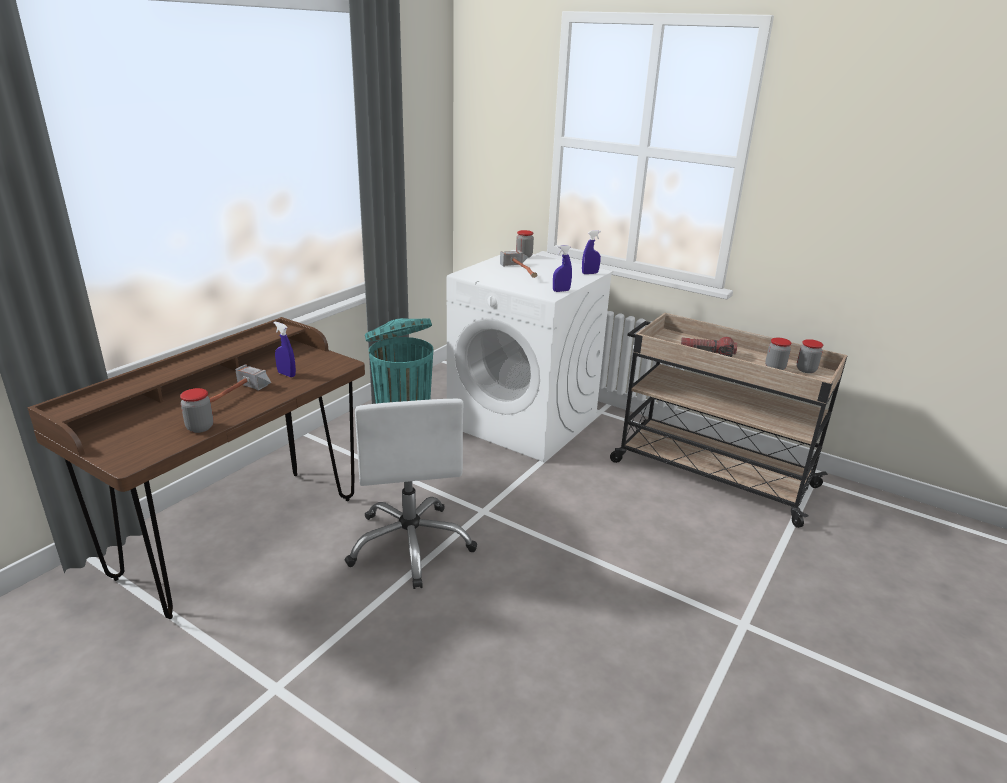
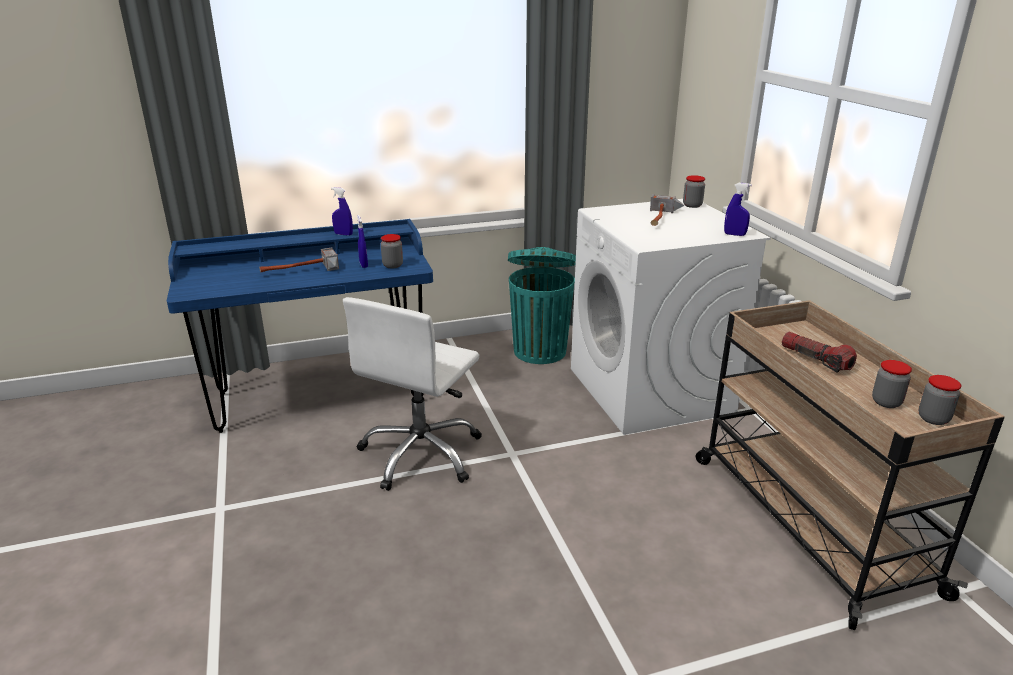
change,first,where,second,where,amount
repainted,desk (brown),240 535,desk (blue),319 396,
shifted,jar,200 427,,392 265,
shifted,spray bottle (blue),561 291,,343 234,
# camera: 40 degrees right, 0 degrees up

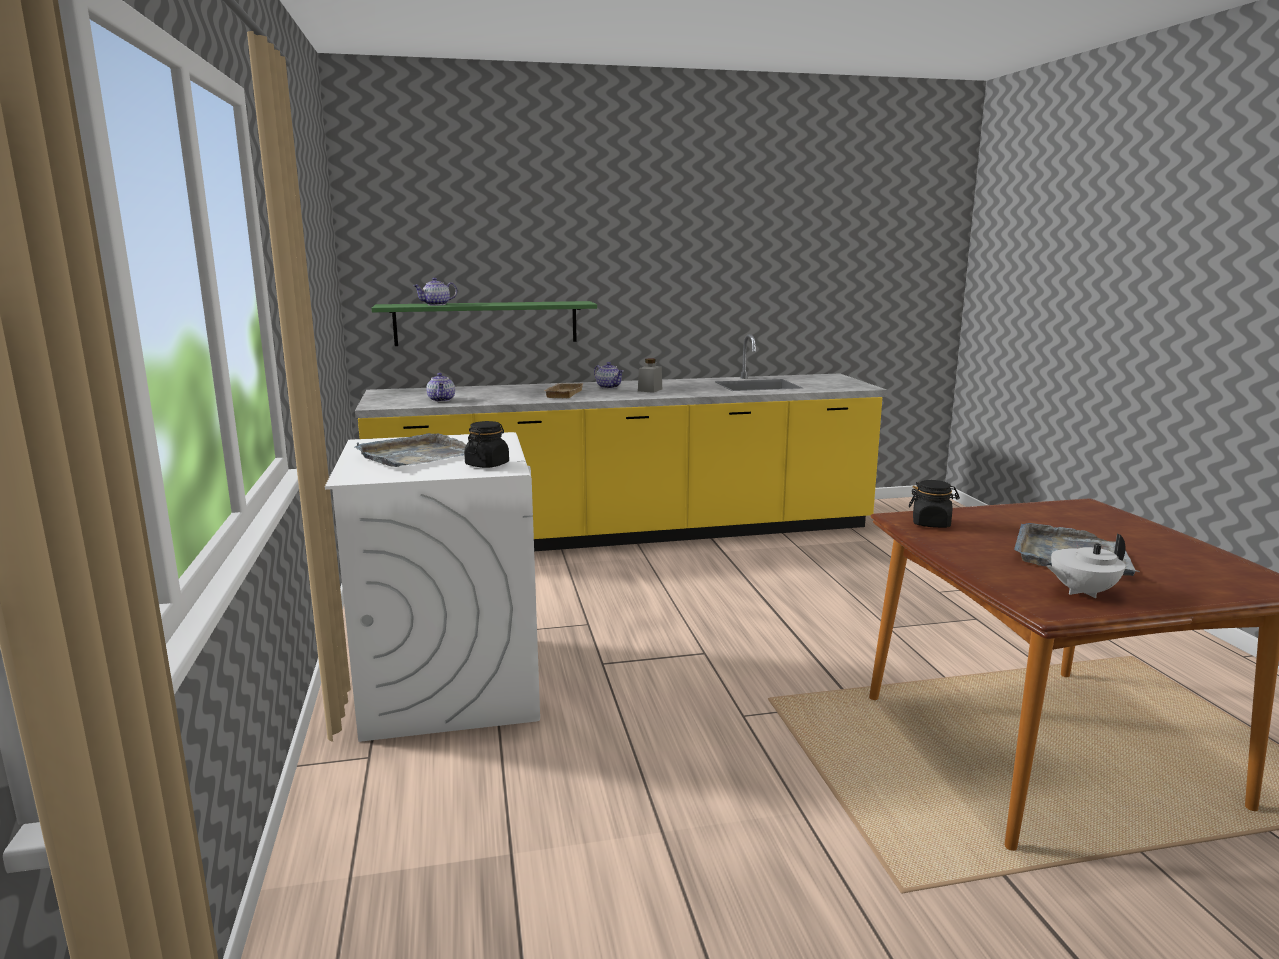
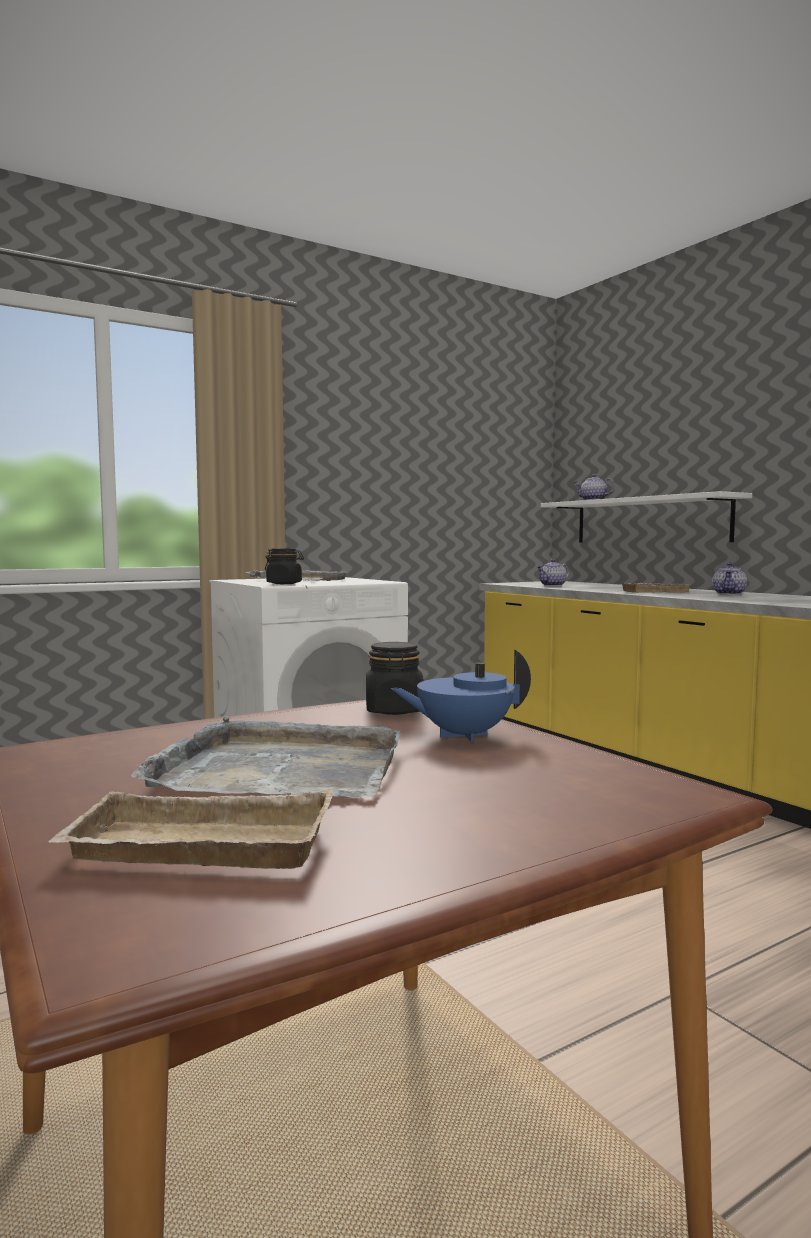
change,first,where,second,where,amount
repainted,shelf (green),486 323,shelf (white),649 520,
gone,jar (grey),650 390,,,
gone,teapot (white),1081 592,,,
new,,,tray (beige),196 849,
new,,,teapot (blue),463 735,
# camera: 70 degrees right, 10 degrees down

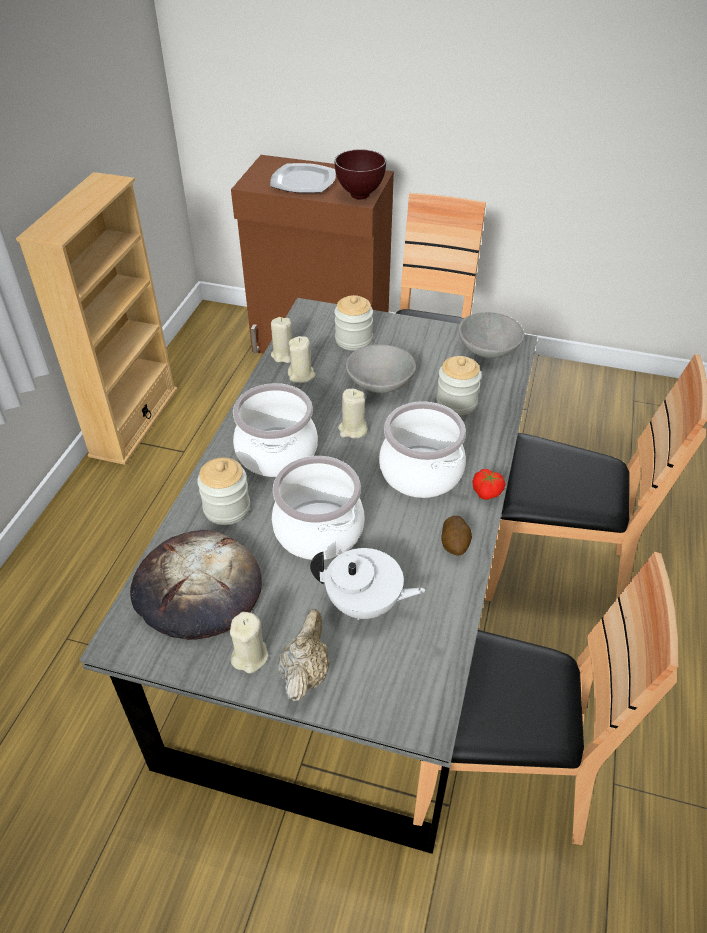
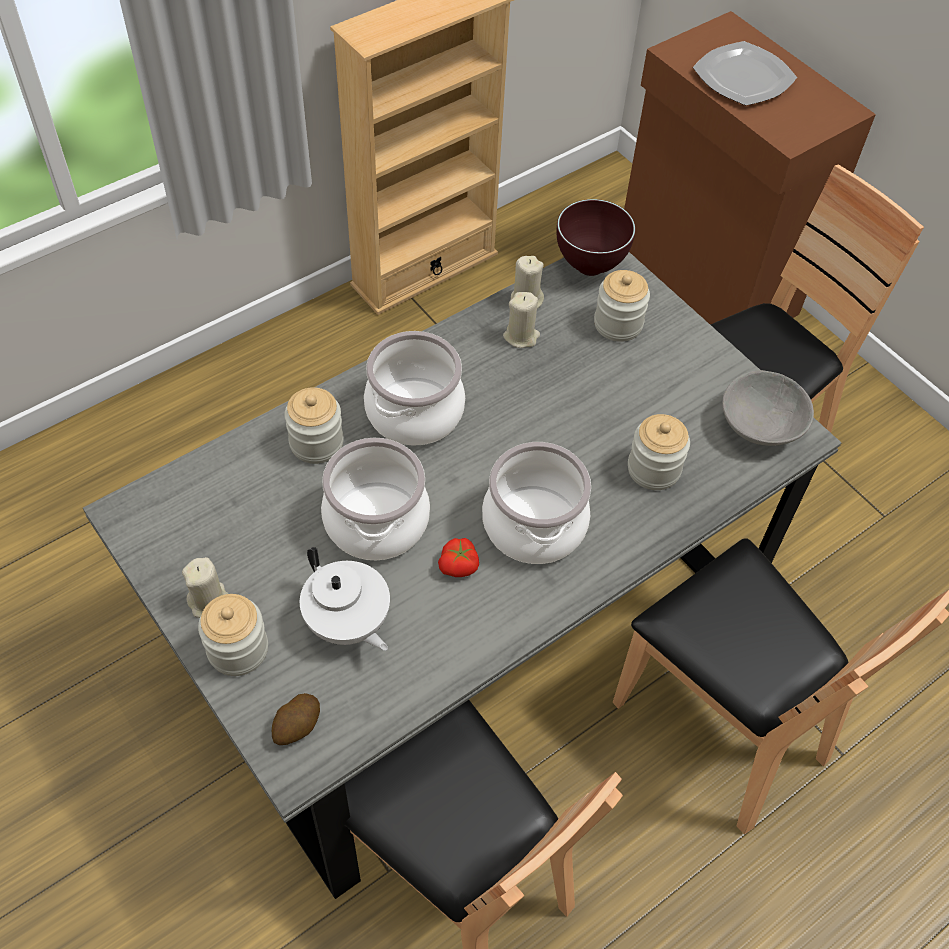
change,first,where,second,where,amount
gone,bread,197 589,,,
swapped,teapot (beige),305 673,jar,238 649,
shifted,bowl (brown),360 196,,589 268,
gone,candle (beige),353 429,,,
gone,bowl (grey),380 383,,,
shifted,potato,455 544,,297 726,
shifted,tomato,487 491,,459 566,
# camera: 35 degrees right, 10 degrees up

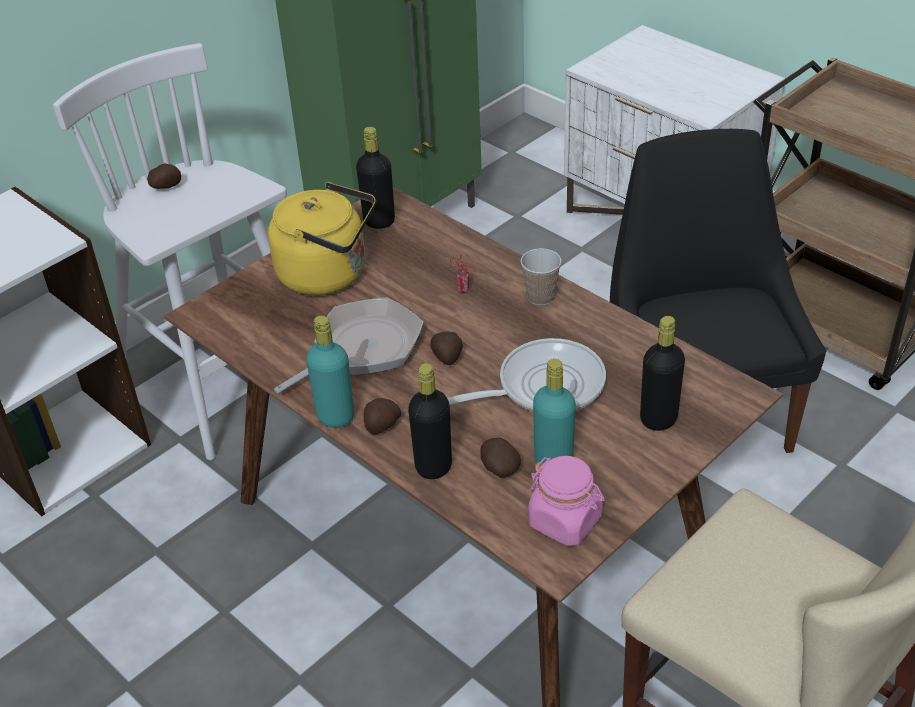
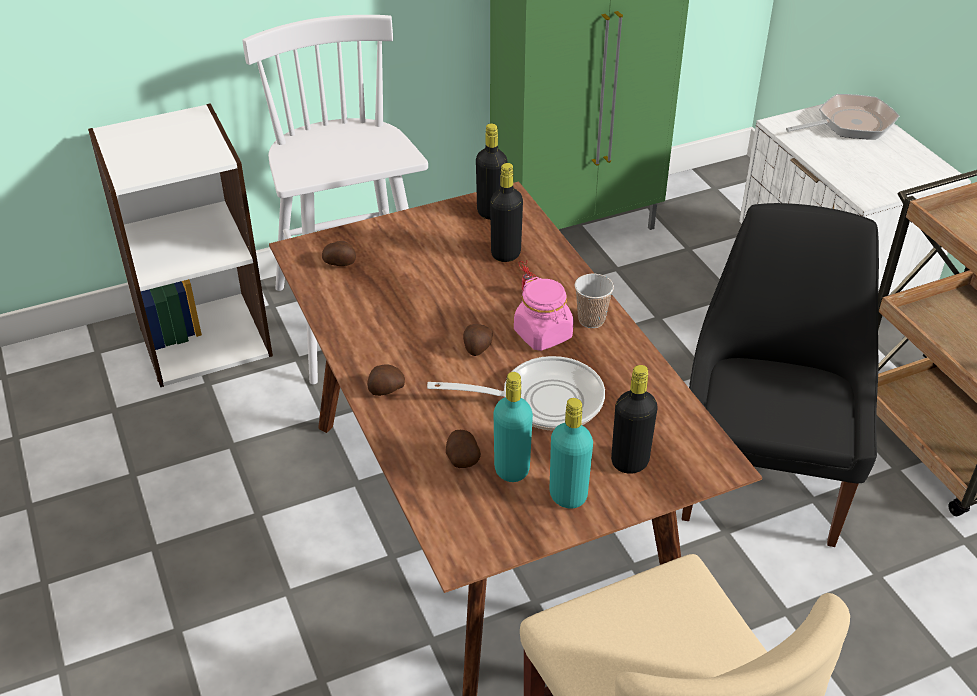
change,first,where,second,where,amount
shifted,potato,166 186,,340 263,
gone,kettle (yellow),328 274,,,
shifted,frying pan,362 349,,850 124,
shifted,bottle (turquoise),335 416,,568 496,
shifted,bottle (black),433 466,,506 254,
shifted,jar (pink),565 521,,543 334,
# camera: 20 degrees right, 0 degrees up

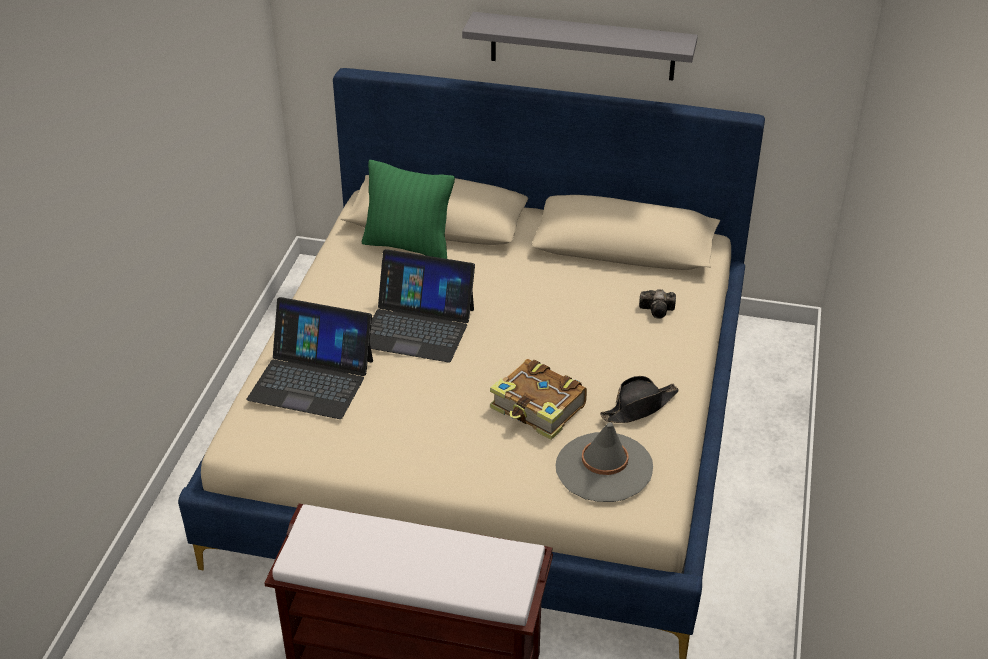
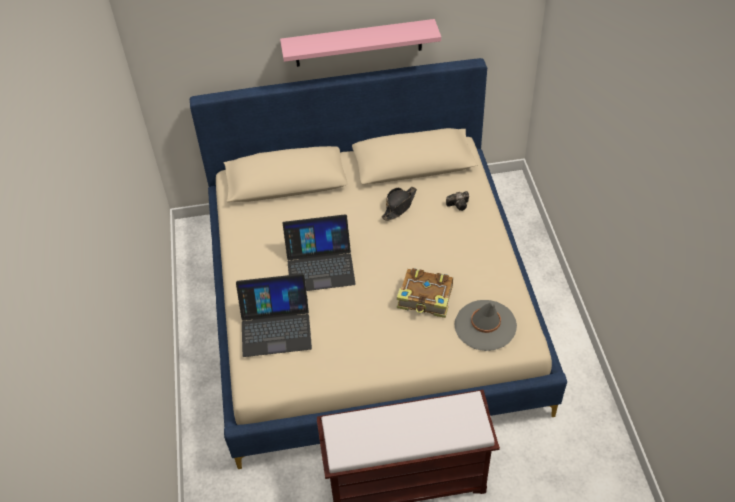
change,first,where,second,where,amount
gone,pillow (green),408 246,,,
repainted,shelf (grey),582 46,shelf (pink),358 43,
shifted,hat (black),639 407,,399 206,
# camera: 20 degrees left, 10 degrees up

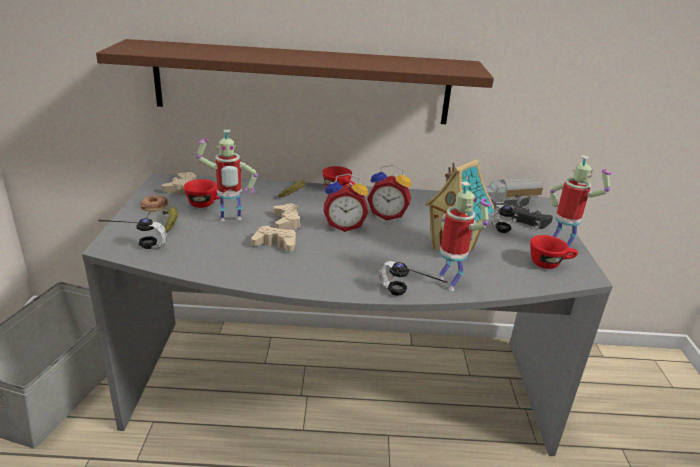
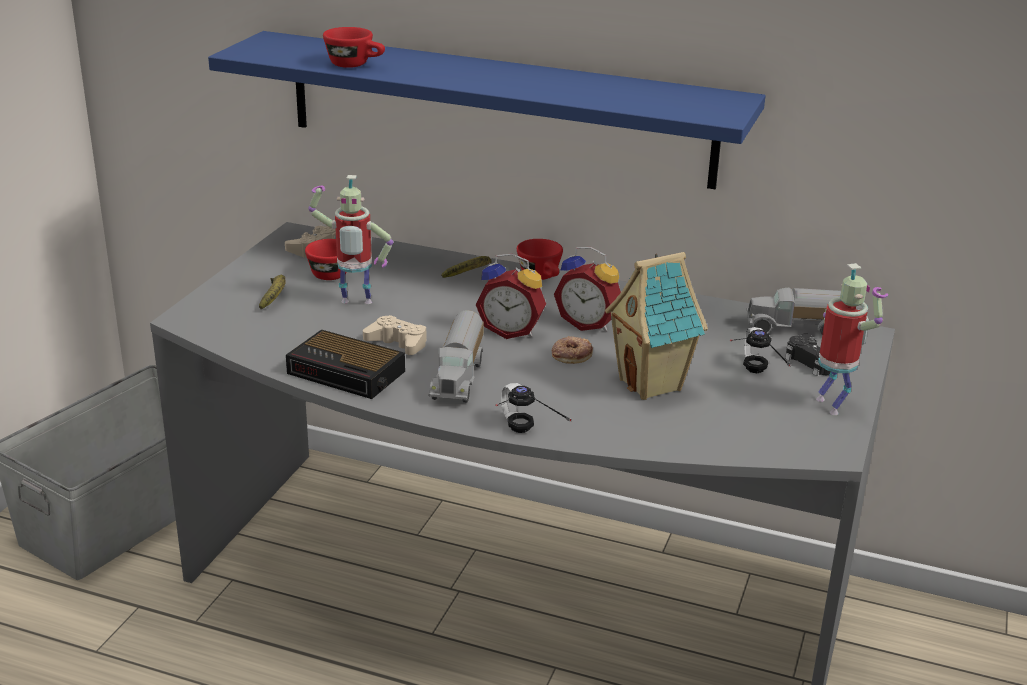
change,first,where,second,where,amount
repainted,shelf (brown),302 83,shelf (blue),498 108,
gone,headphones,140 242,,,
shifted,donut,154 206,,571 354,
gone,game controller (beige),287 222,,,
gone,toy robot,449 283,,,
shifted,cup (red),549 263,,356 65,
new,,,alarm clock,348 373,
new,,,toy truck,460 378,
# camera: 20 degrees right, 0 degrees up

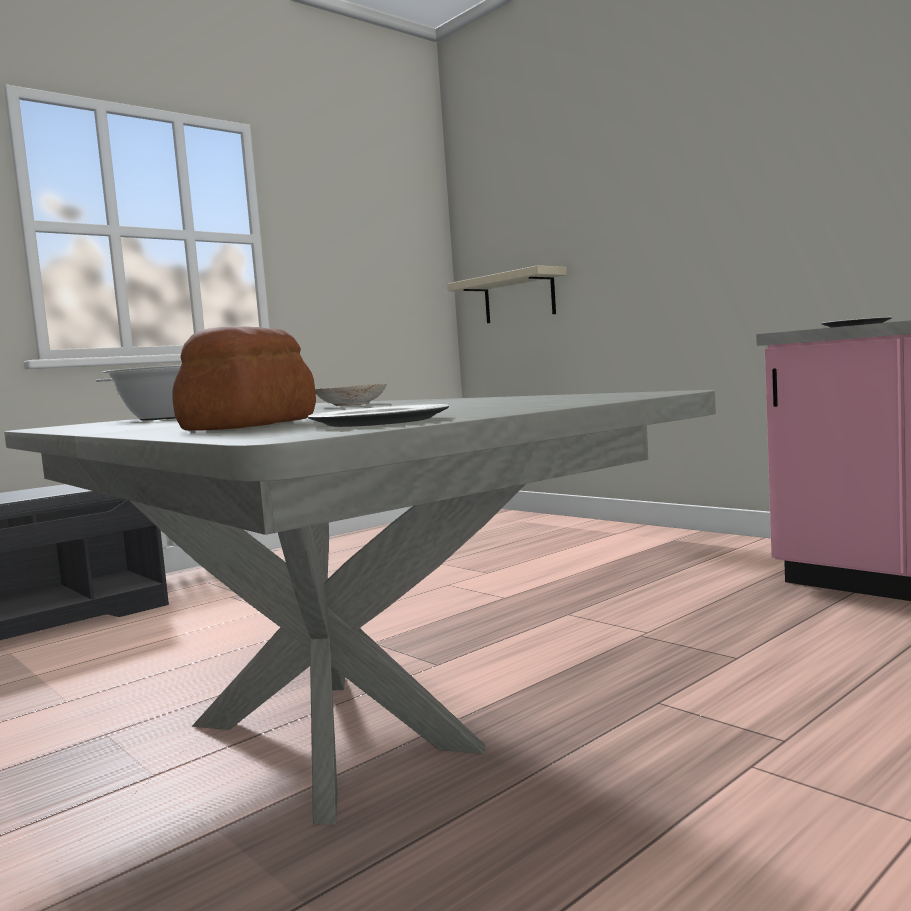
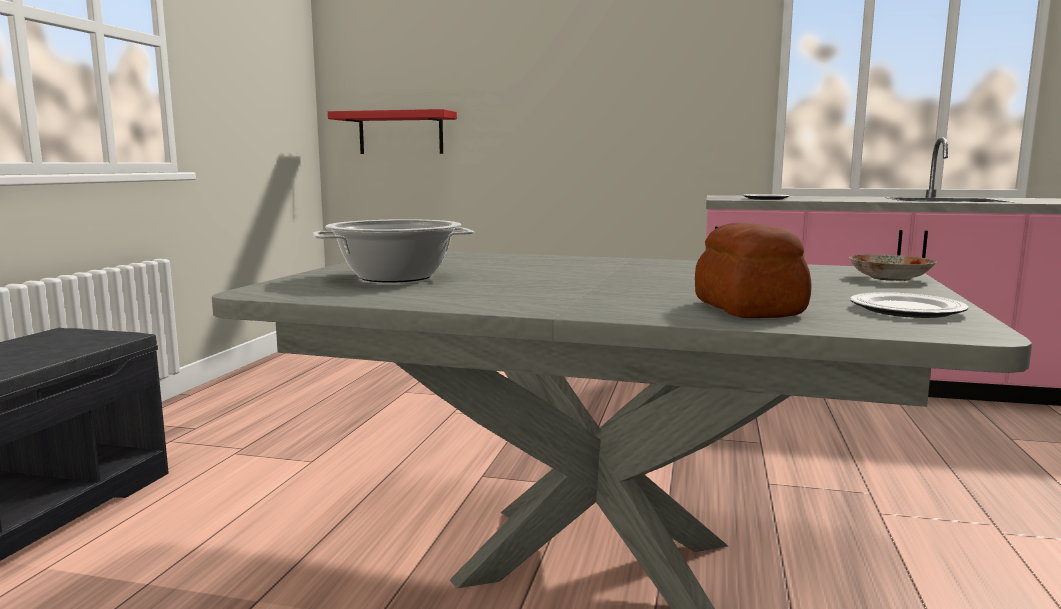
change,first,where,second,where,amount
shifted,plate,350 405,,888 278,
repainted,shelf (beige),519 297,shelf (red),401 133,
# camera: 35 degrees left, 5 degrees up

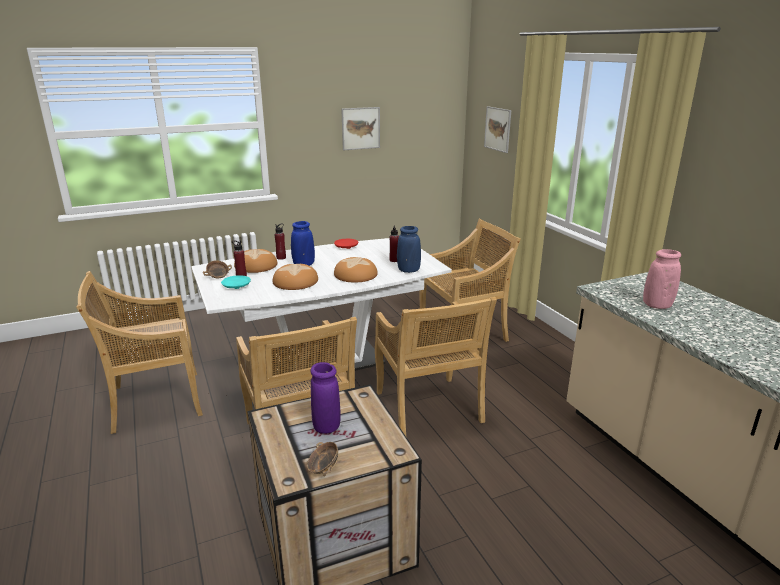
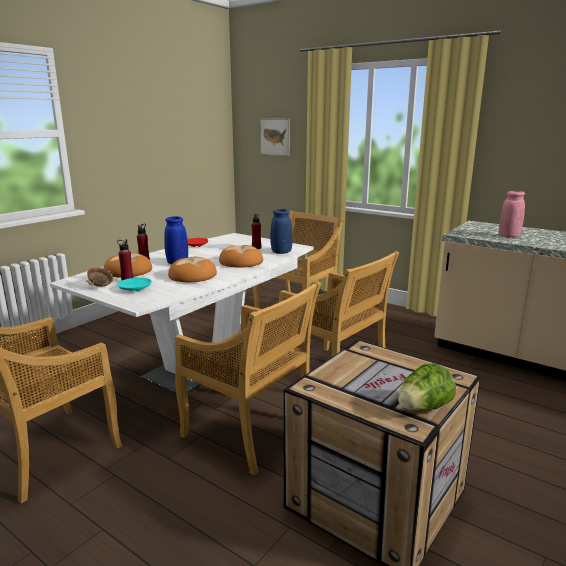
change,first,where,second,where,amount
swapped,bowl,323 469,lettuce,423 408,
gone,vase (purple),326 426,,,
gone,picture,360 128,,,
# camera: 30 degrees left, 5 degrees down

